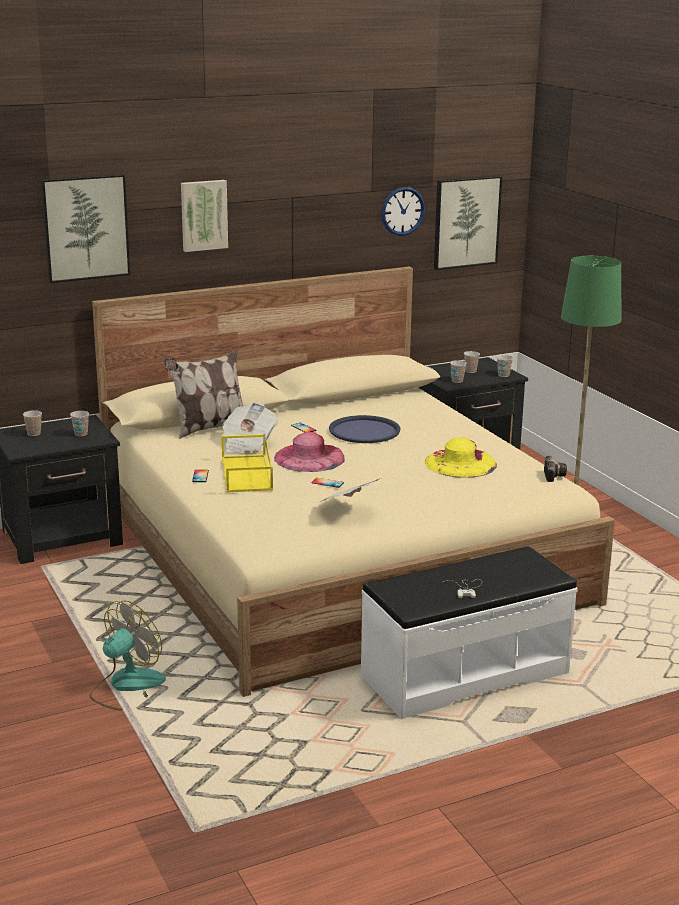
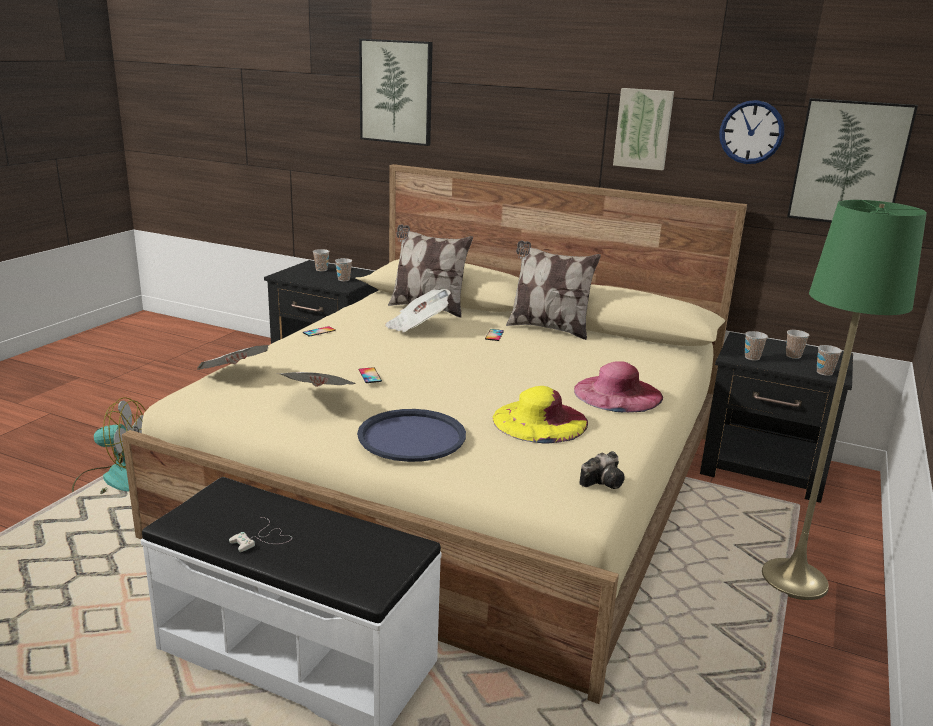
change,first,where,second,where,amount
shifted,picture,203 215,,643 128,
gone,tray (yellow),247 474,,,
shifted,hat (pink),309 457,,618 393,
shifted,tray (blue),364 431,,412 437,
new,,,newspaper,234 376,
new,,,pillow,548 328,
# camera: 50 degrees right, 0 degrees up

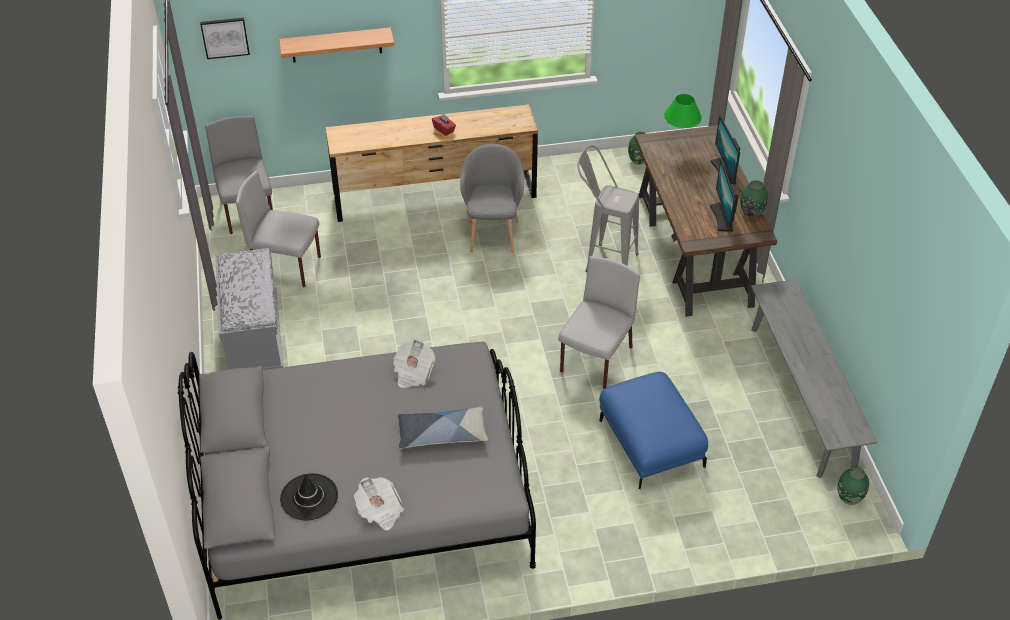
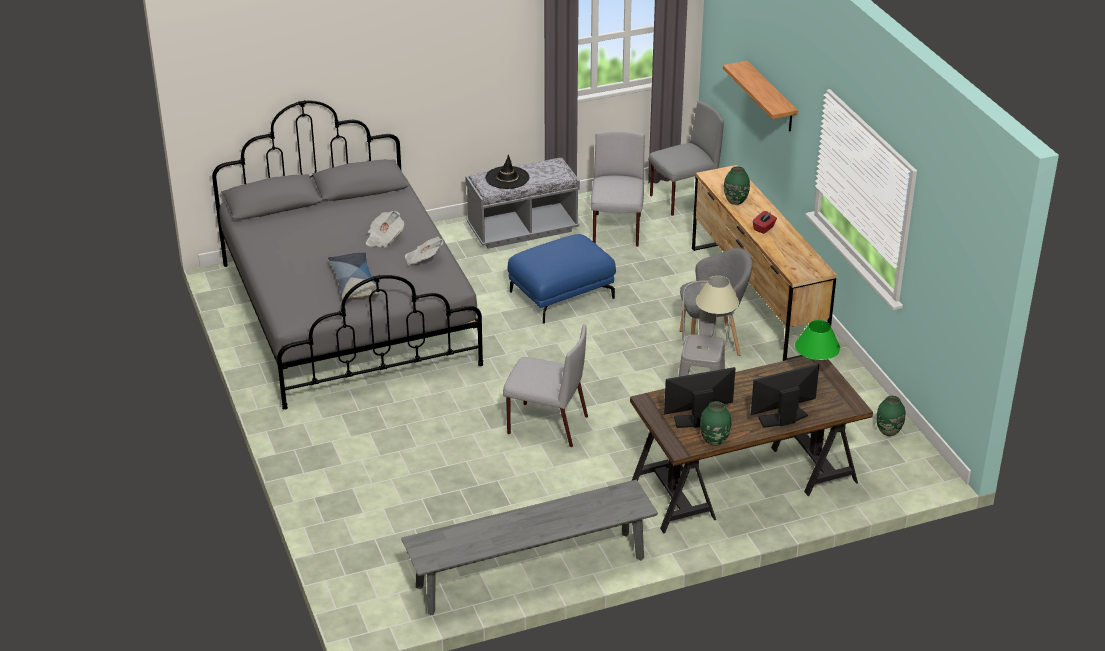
change,first,where,second,where,amount
gone,picture,225 37,,,
shifted,hat (black),309 497,,507 178,
shifted,newspaper,380 511,,384 239,
shifted,ottoman (blue),649 444,,561 294,
shifted,vase (green),849 498,,735 201,
new,,,table lamp (beige),714 337,
# camera: 80 degrees right, 10 degrees down

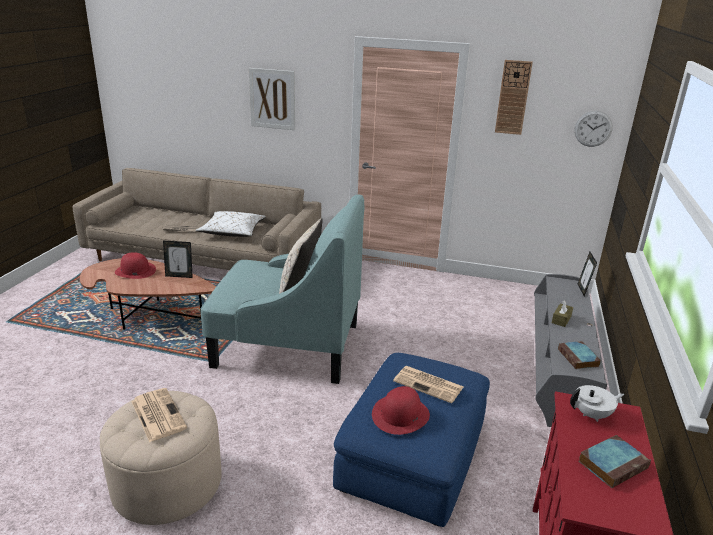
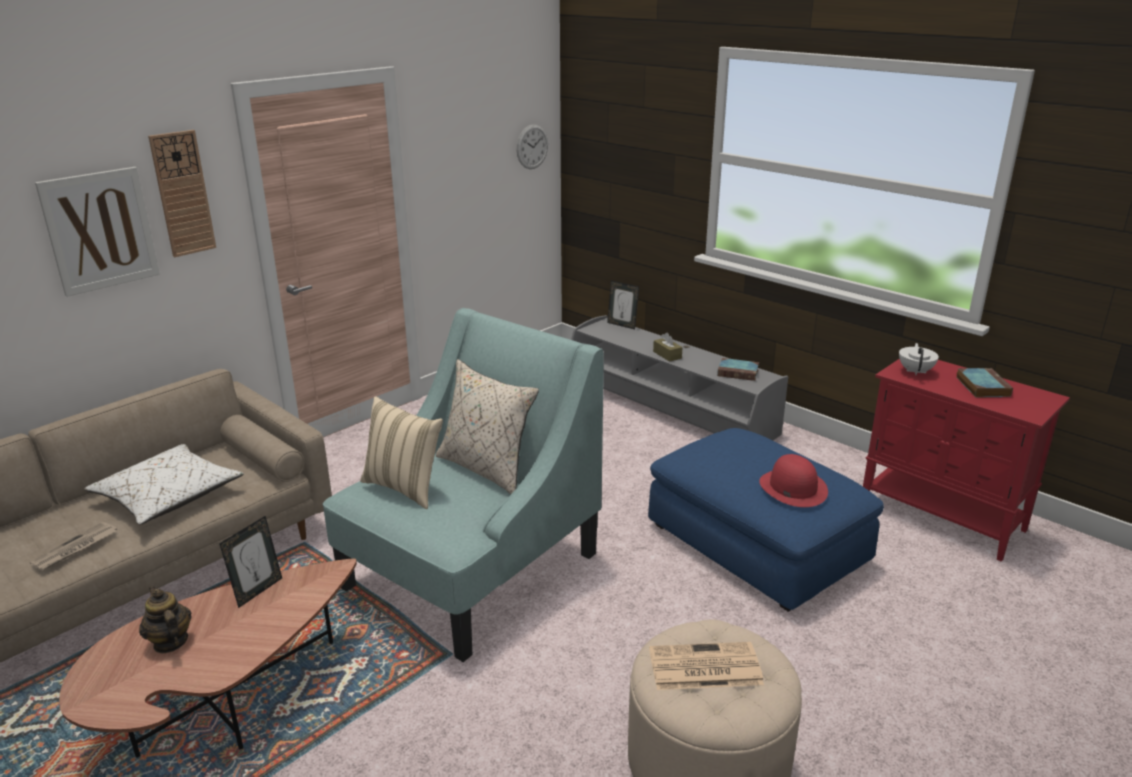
change,first,where,second,where,amount
swapped,hat (red),135 271,teapot,170 642,
gone,newspaper,429 384,,,
shifted,wall clock,513 97,,183 194,
new,,,pillow (beige),405 487,
# camera: 60 degrees left, 0 degrees up

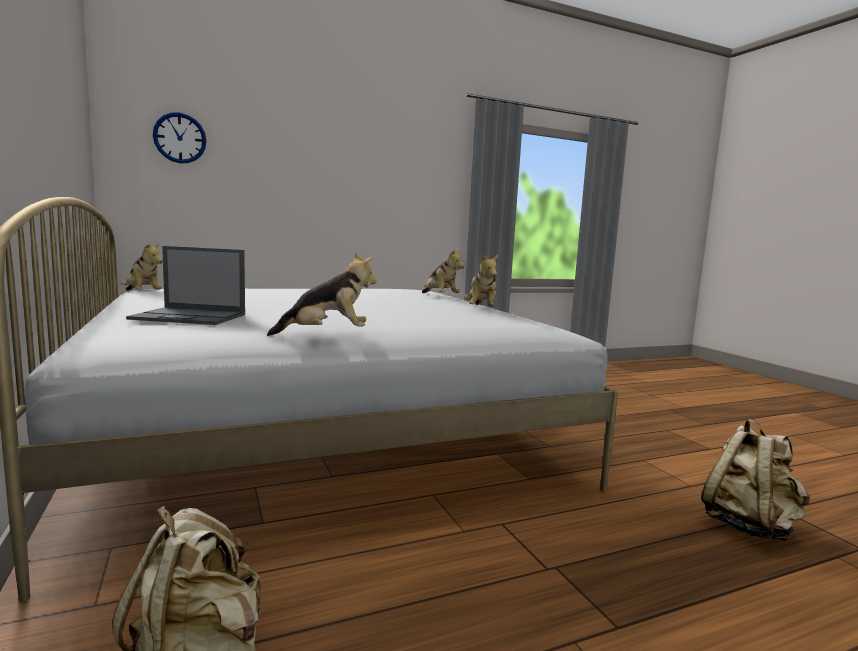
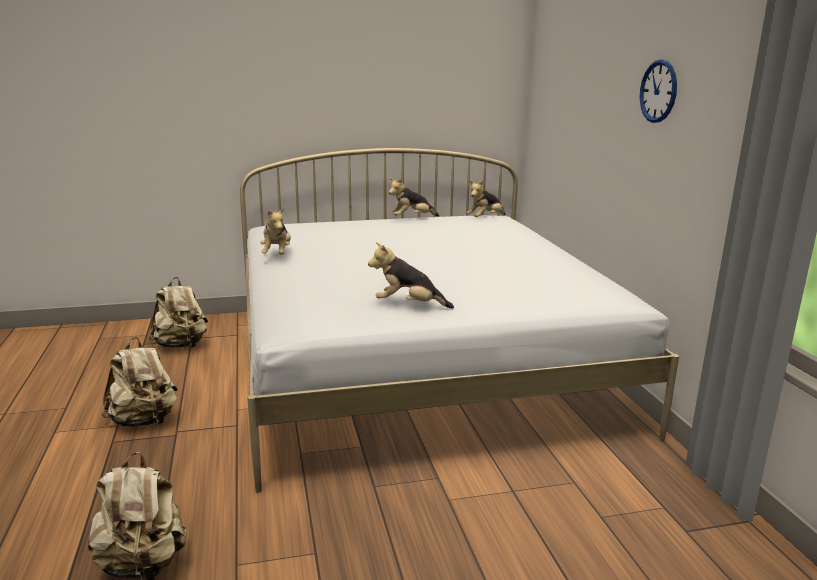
change,first,where,second,where,amount
gone,laptop,190 317,,,
shifted,wall clock,180 138,,658 91,
shifted,plush toy,440 297,,412 218,
new,,,backpack (beige),144 421,
# camera: 100 degrees right, 10 degrees up

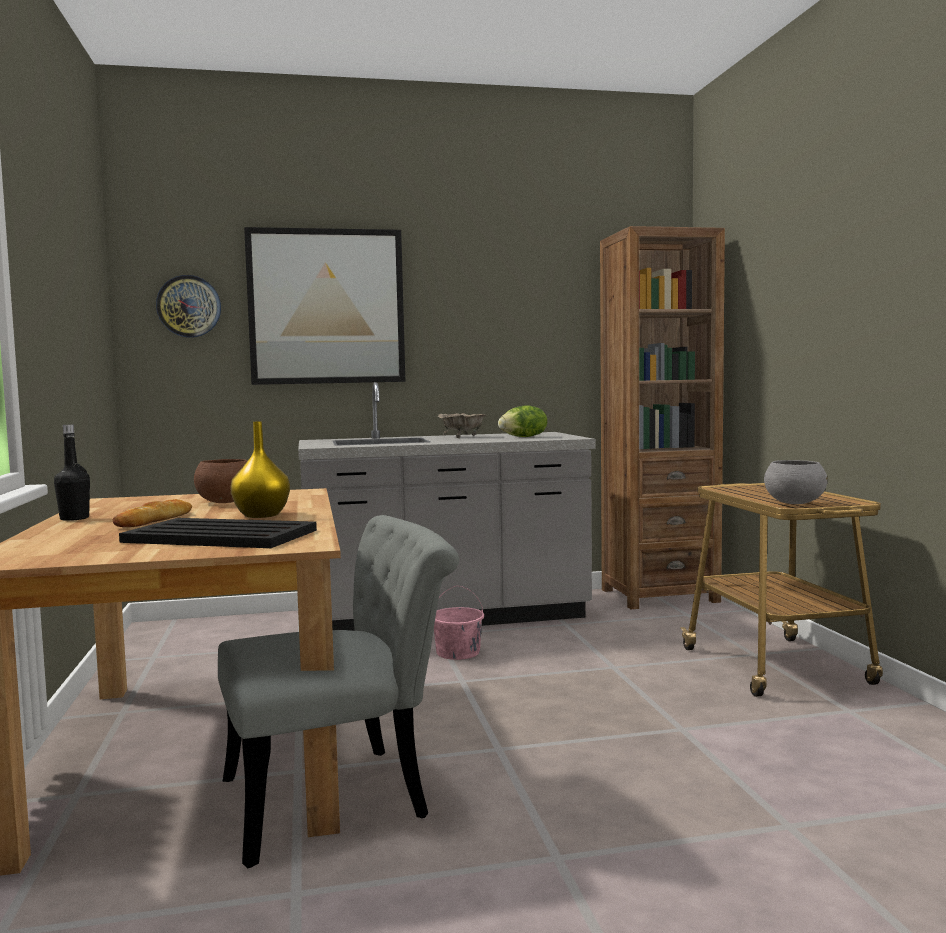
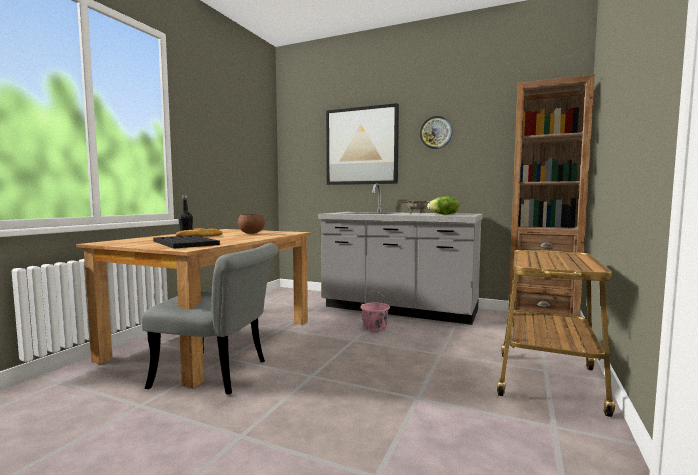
change,first,where,second,where,amount
shifted,wall clock,189 306,,436 132,
gone,vase (yellow),260 515,,,
gone,bowl (grey),794 503,,,
# camera: 35 degrees right, 0 degrees up

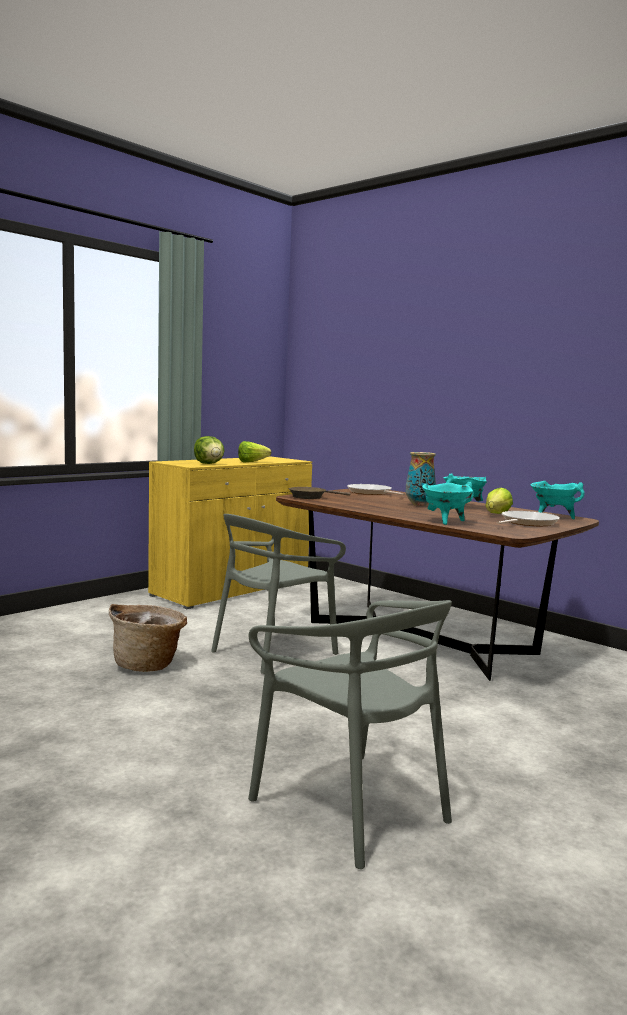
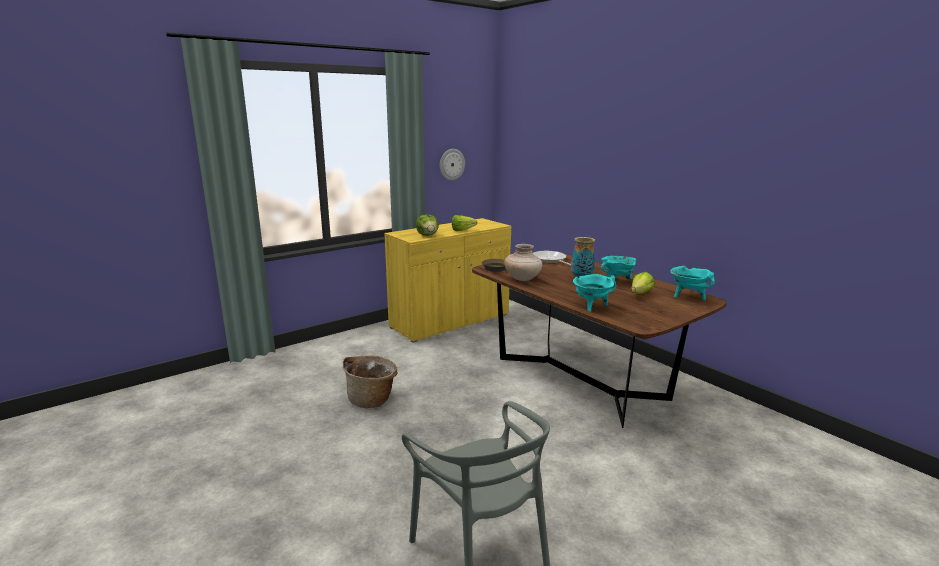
change,first,where,second,where,amount
gone,chair (grey),273 651,,,
gone,frying pan,527 523,,,
new,,,wall clock,451 164,
new,,,vase (beige),523 279,
# camera: 10 degrees right, 10 degrees up

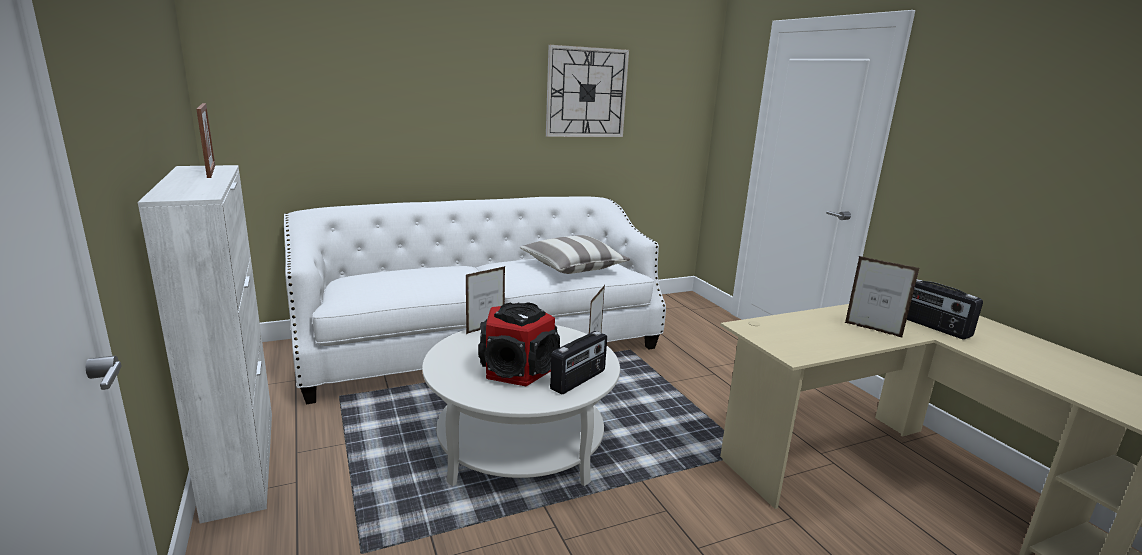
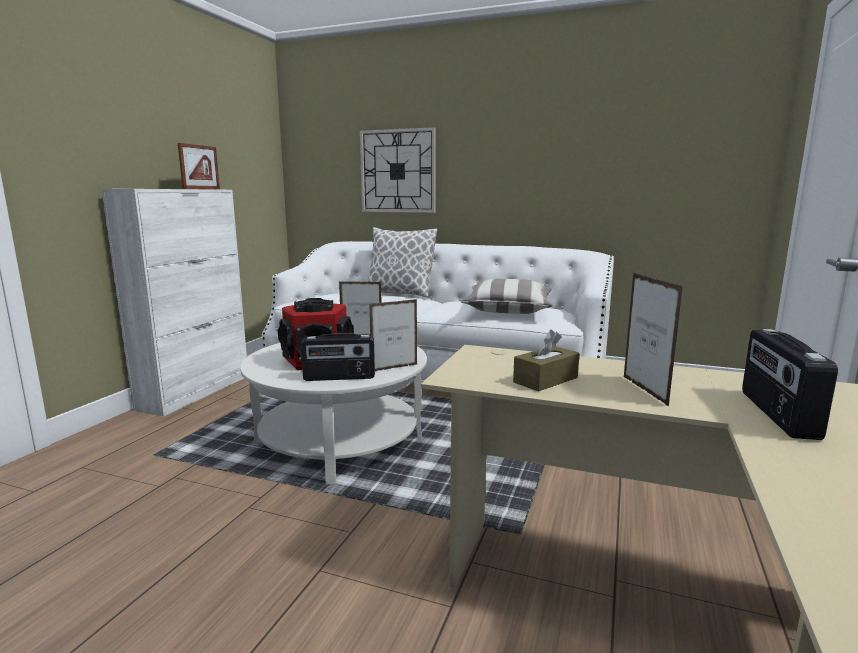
change,first,where,second,where,amount
shifted,wall clock,586 92,,398 171,
new,,,pillow,399 294,
new,,,tissue box (brown),545 380,
# camera: 45 degrees right, 5 degrees down

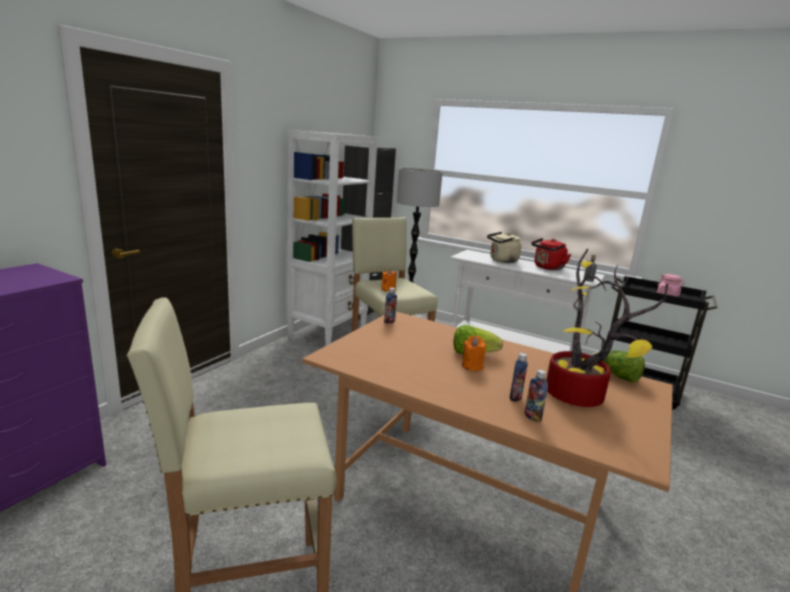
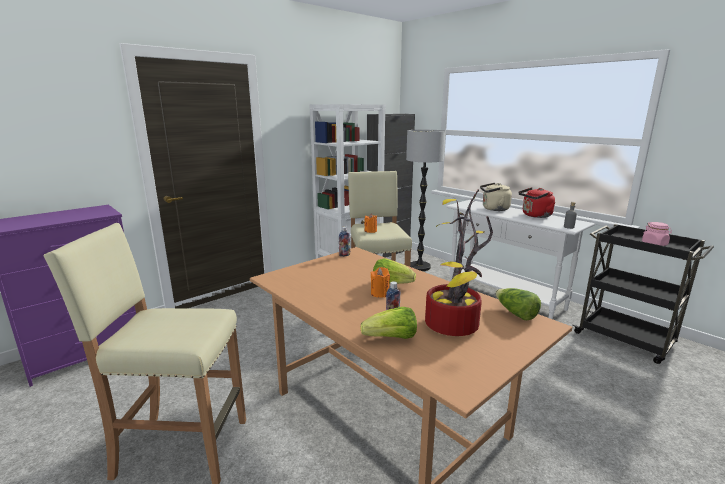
change,first,where,second,where,amount
swapped,bottle,532 417,lettuce,392 338,
# camera: 20 degrees right, 0 degrees up

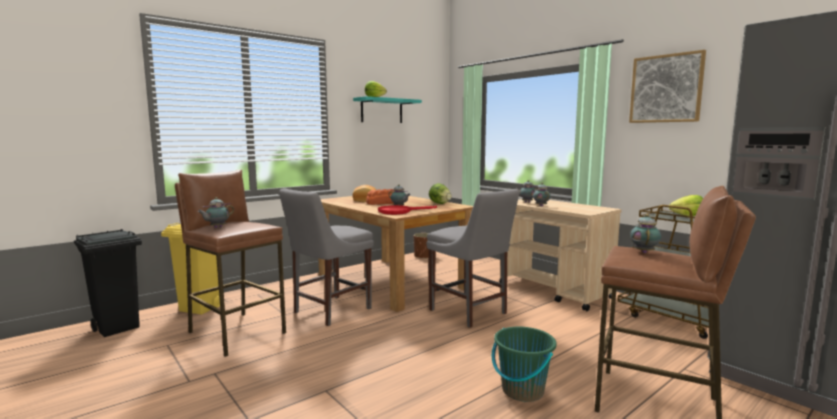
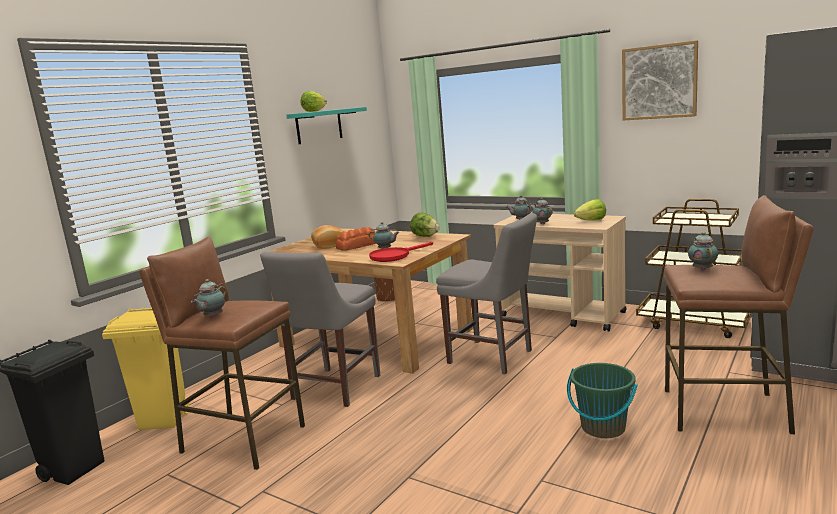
change,first,where,second,where,amount
shifted,lettuce,688 216,,591 220,
# camera: 15 degrees left, 5 degrees up

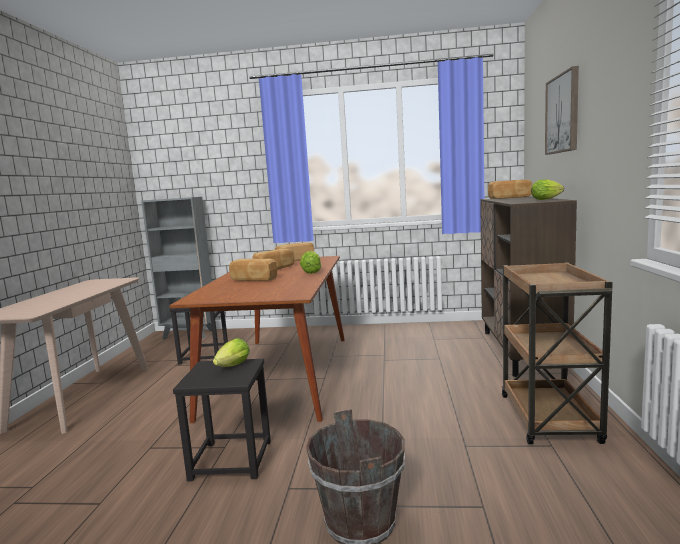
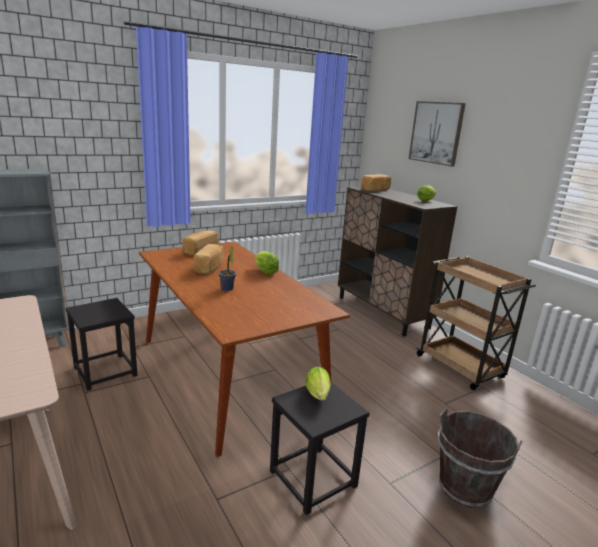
change,first,where,second,where,amount
swapped,bread,253 280,potted plant,227 289,
# camera: 40 degrees left, 10 degrees up

